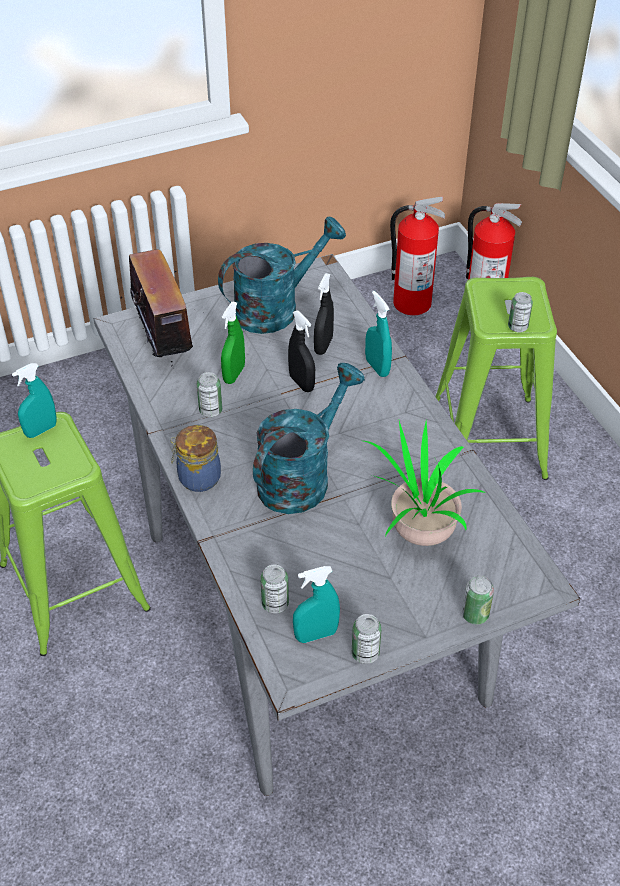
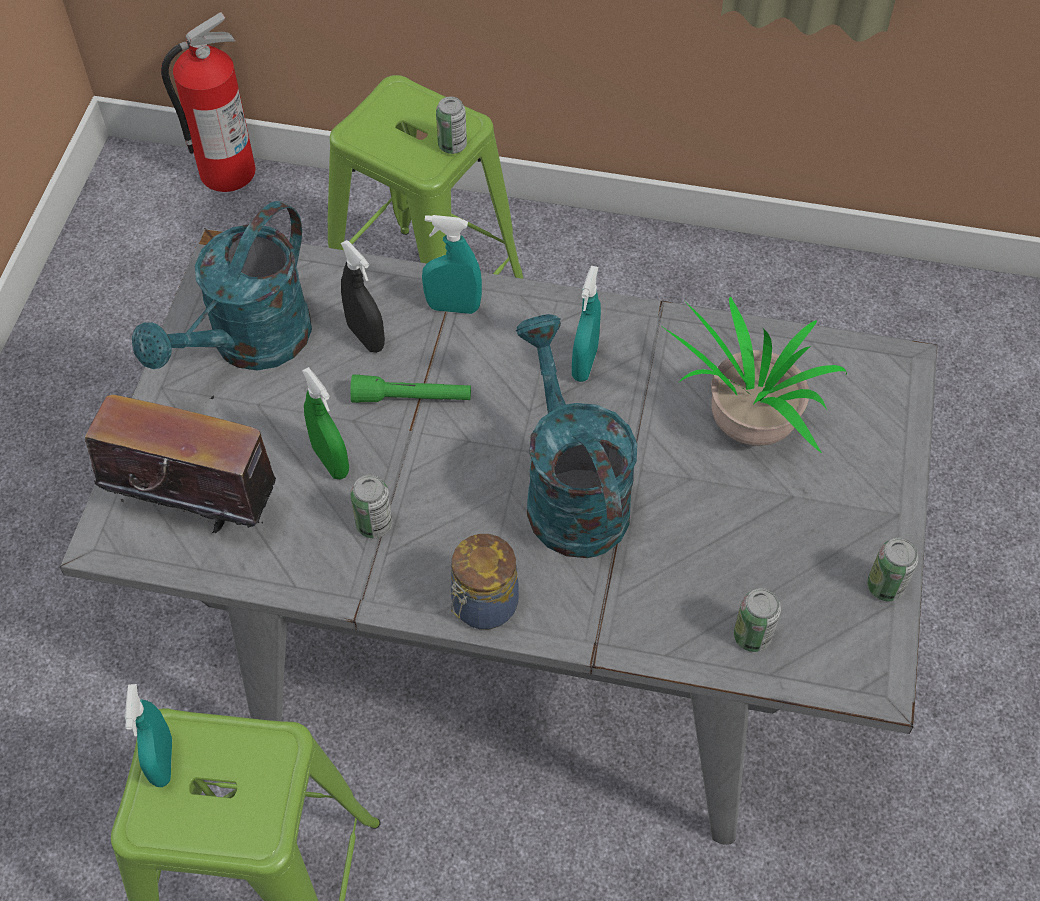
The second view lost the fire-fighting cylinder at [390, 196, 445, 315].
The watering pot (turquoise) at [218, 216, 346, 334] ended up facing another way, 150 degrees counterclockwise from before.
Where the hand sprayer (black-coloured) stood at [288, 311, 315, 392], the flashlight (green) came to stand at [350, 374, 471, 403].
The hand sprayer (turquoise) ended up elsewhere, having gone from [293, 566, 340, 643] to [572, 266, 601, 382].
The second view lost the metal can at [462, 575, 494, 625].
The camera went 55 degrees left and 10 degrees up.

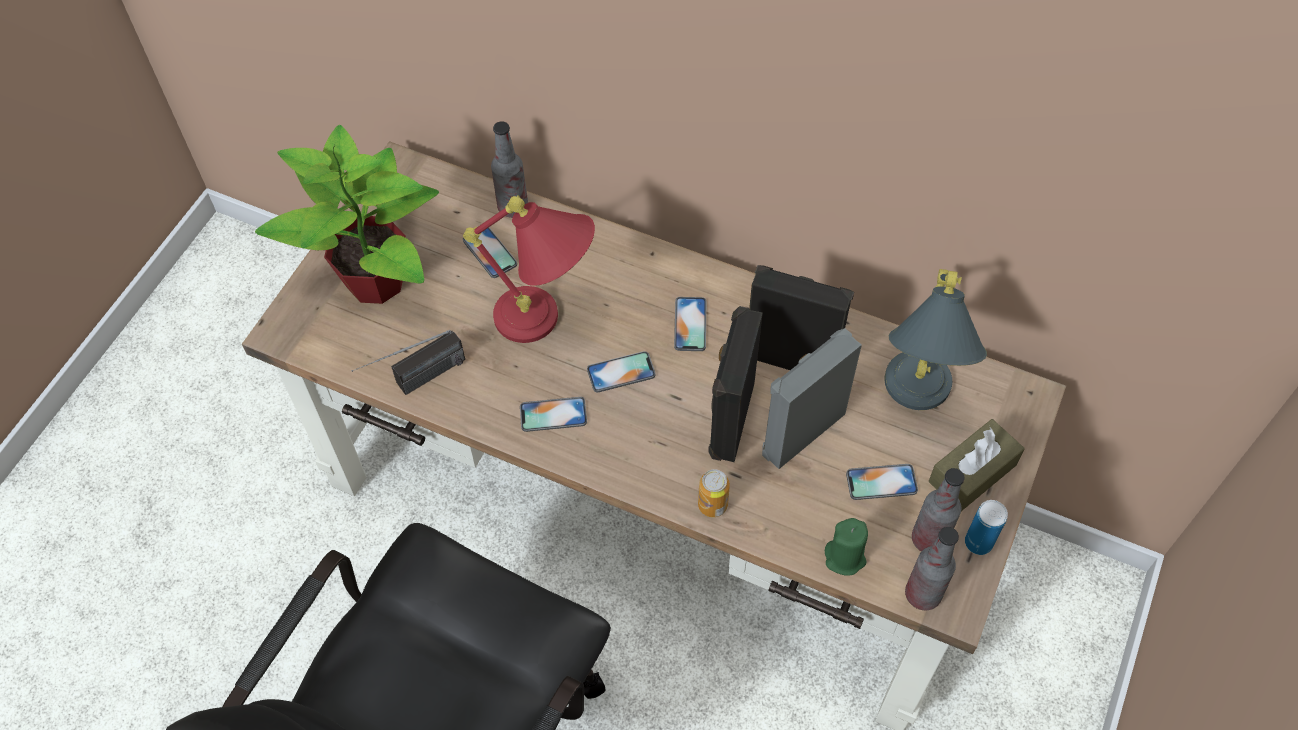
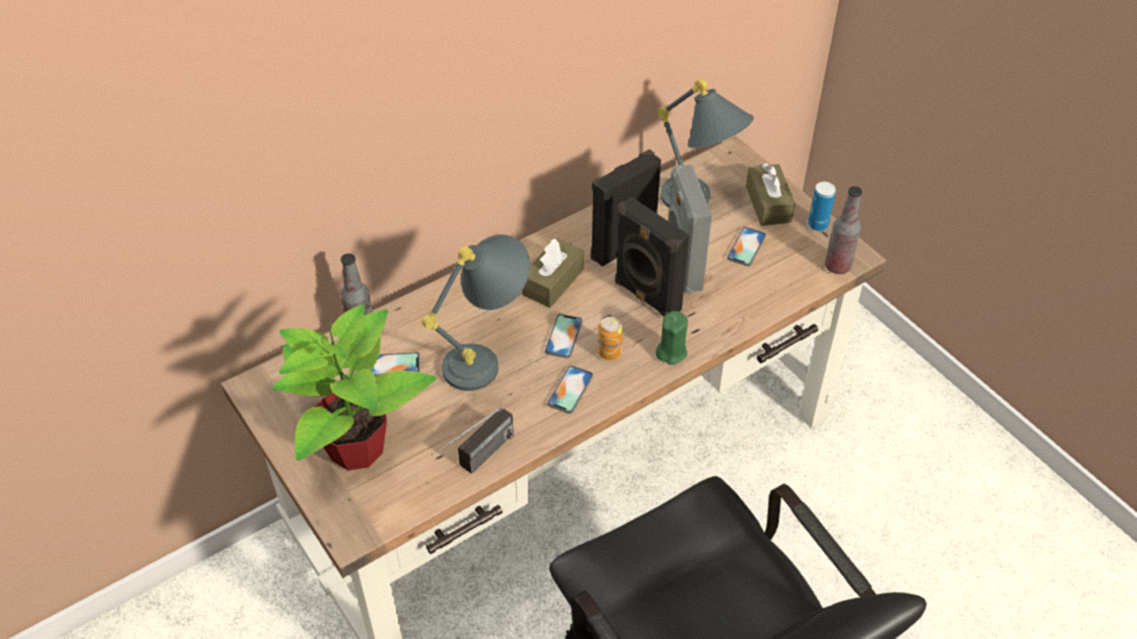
What was the lamp for a table (red) at [463, 195, 595, 343] turned into the lamp for a table (grey) at [422, 234, 530, 391].
Where the handset stood at [674, 297, 706, 351], the box of tissues (brown-coloured) came to stand at [522, 238, 584, 308].
The radio at [351, 330, 465, 395] ended up facing another way, 45 degrees clockwise from before.
The second view lost the beverage bottle at [912, 468, 965, 551].
The metal can ended up elsewhere, having gone from [698, 469, 730, 517] to [598, 317, 623, 360].
The candle (green) ended up elsewhere, having gone from [825, 518, 868, 576] to [655, 311, 688, 365].
The camera went 60 degrees left and 10 degrees down.

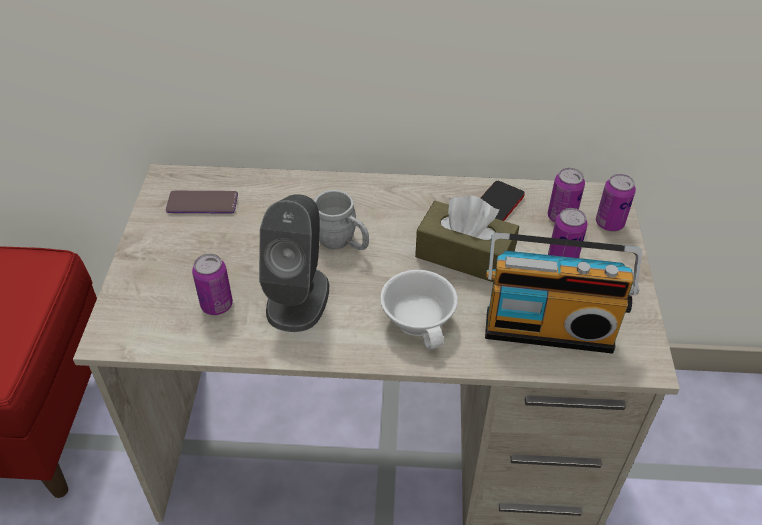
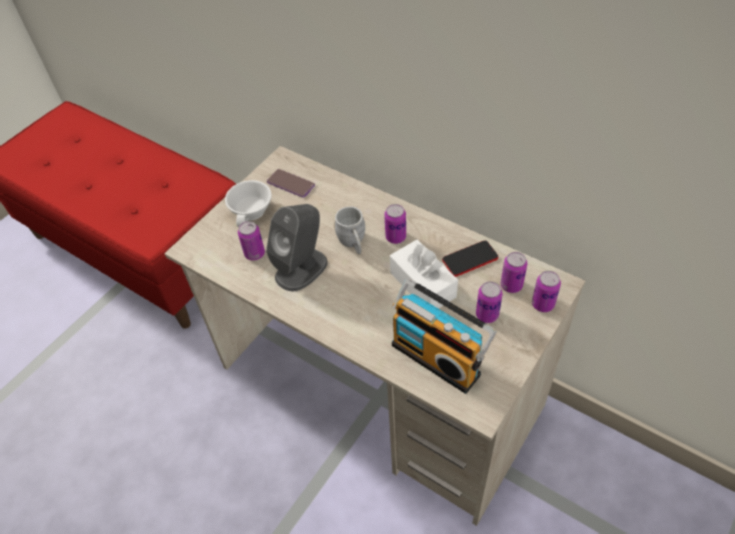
What was the box of tissues (brown-coloured) at [415, 195, 519, 282] turned into the box of tissues (white-coloured) at [390, 240, 458, 309].
The drinking cup (white-coloured) ended up elsewhere, having gone from [380, 270, 458, 350] to [225, 180, 272, 227].
The second view gained the metal can at [384, 204, 406, 244].
The camera went 35 degrees right and 5 degrees up.

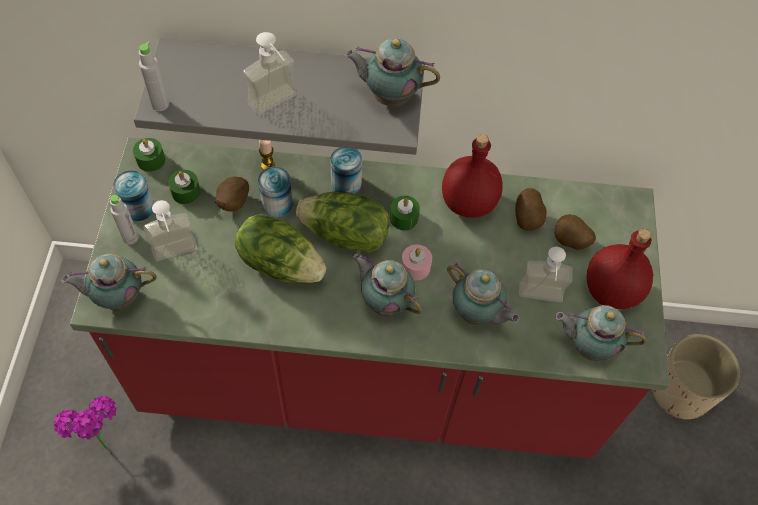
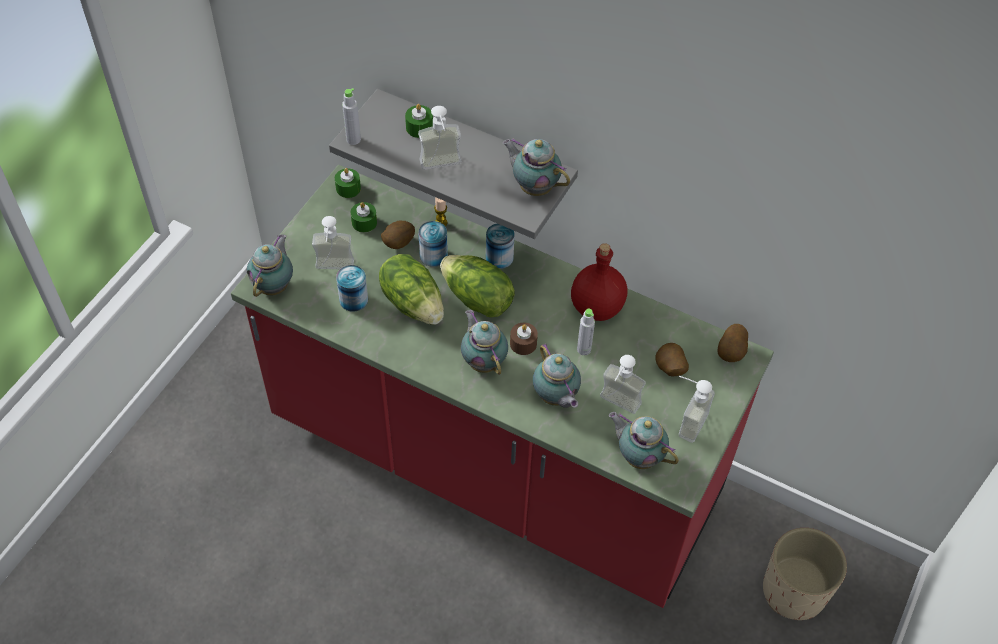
The metal can ended up elsewhere, having gone from [113, 170, 154, 221] to [336, 265, 368, 312].
The spud ended up elsewhere, having gone from [515, 188, 547, 231] to [717, 324, 748, 362].
The beverage bottle (grey) ended up elsewhere, having gone from [110, 195, 139, 245] to [577, 309, 595, 355].
The candle (green) ended up elsewhere, having gone from [390, 196, 420, 230] to [405, 104, 433, 138].
Where the beverage bottle (red) stood at [587, 228, 653, 309], the liquid soap bottle came to stand at [679, 376, 715, 443].
What was the candle (pinkish) at [401, 245, 432, 281] turned into the candle (brown-coloured) at [510, 323, 538, 355].
The teapot at [61, 254, 157, 310] ended up facing another way, 90 degrees clockwise from before.
The second view lost the houseplant at [54, 396, 117, 450].
The camera went 25 degrees right and 5 degrees down.

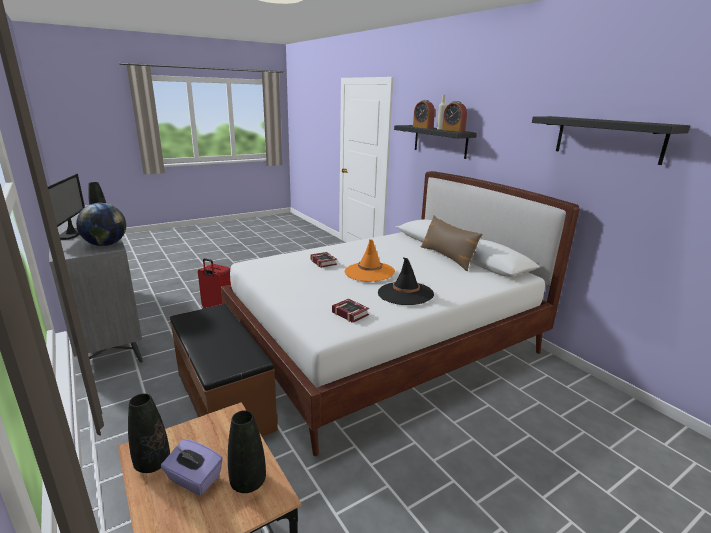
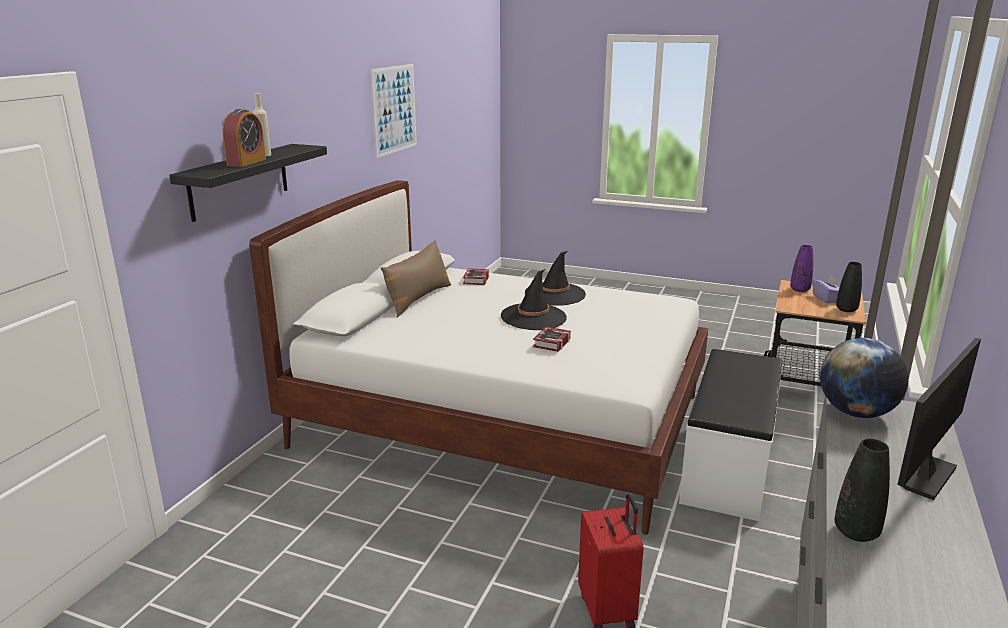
The second view lost the table clock at [442, 101, 467, 132].
Where the shelf (black-coloured) hung at [532, 116, 690, 165], the wall picture came to hang at [370, 64, 417, 158].
What was the clothing hat (orange) at [344, 239, 395, 282] turned into the clothing hat (black-coloured) at [501, 269, 567, 330].
The volume ended up elsewhere, having gone from [332, 299, 369, 323] to [463, 268, 489, 285].
What was the indoor bench (brown-coloured) at [170, 304, 278, 437] turned into the indoor bench (white-coloured) at [679, 349, 782, 521].
What was the decorative vase (black-coloured) at [228, 410, 266, 493] turned into the decorative vase (purple-coloured) at [790, 245, 813, 292].
The camera went 125 degrees left and 0 degrees up.

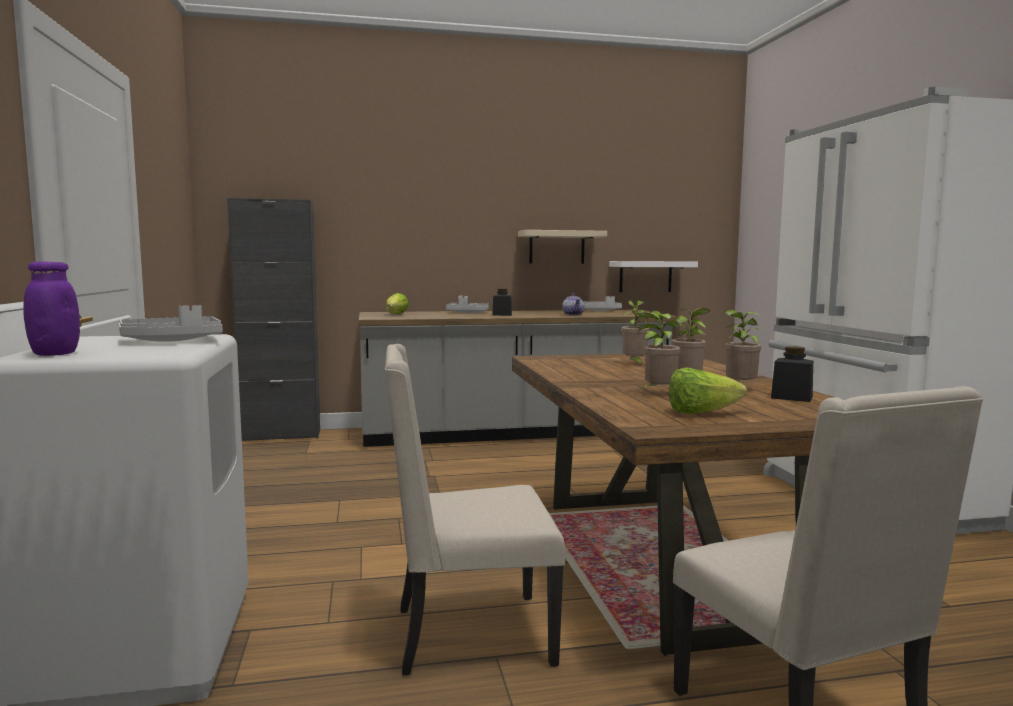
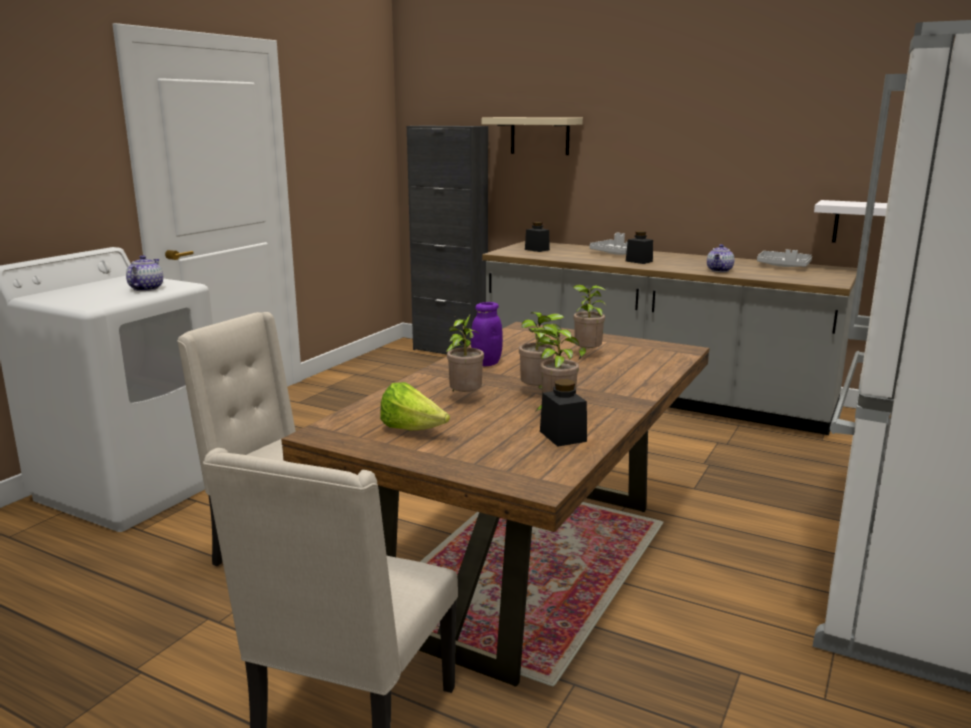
The shelf (beige-coloured) ended up elsewhere, having gone from [518, 230, 607, 264] to [482, 117, 583, 155].
The jar (purple-coloured) ended up elsewhere, having gone from [23, 261, 80, 356] to [471, 302, 503, 366].
Where the lettuce head stood at [386, 293, 409, 315], the jar (black-coloured) came to stand at [525, 222, 550, 252].
Where the serving tray (grey) stood at [119, 305, 223, 342], the teapot came to stand at [126, 255, 163, 291].
The camera went 40 degrees right and 10 degrees up.

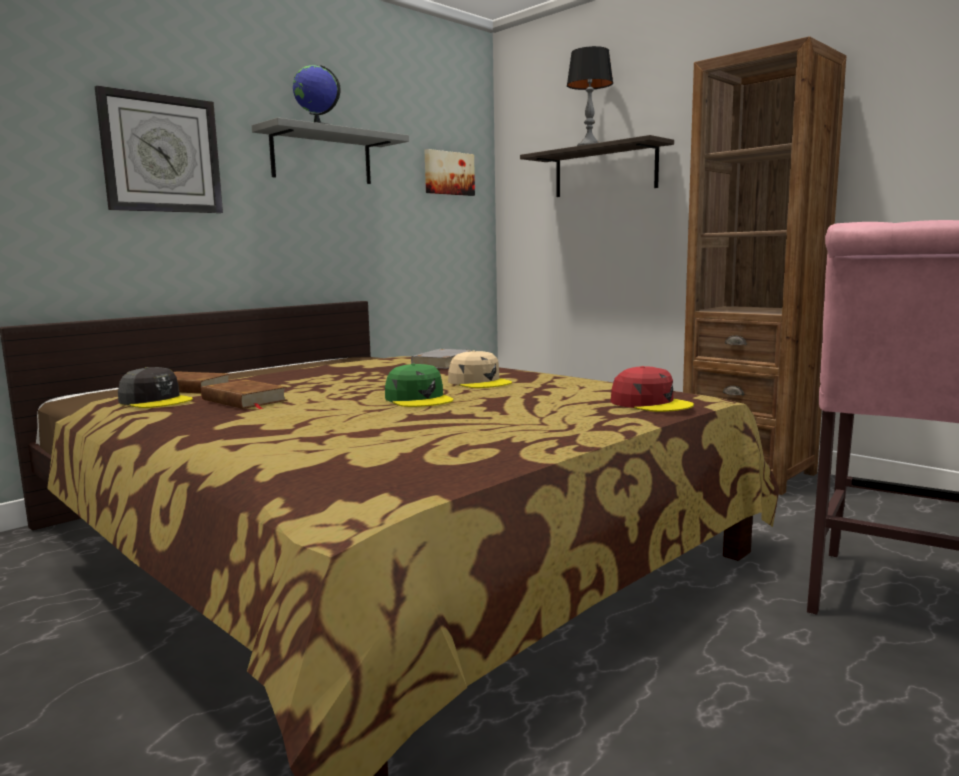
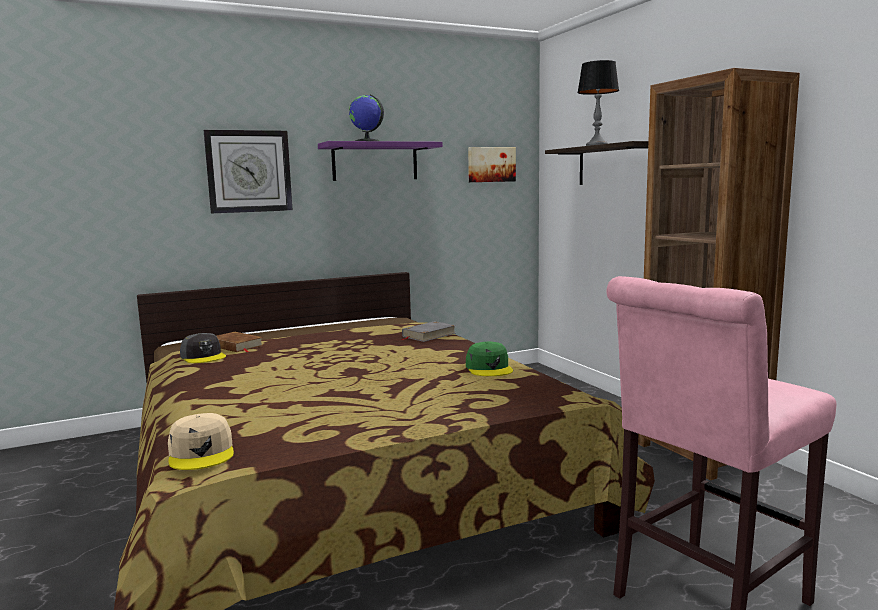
What was the shelf (grey) at [252, 117, 409, 184] turned into the shelf (purple-coloured) at [318, 141, 443, 181].
The baseball cap (beige-coloured) ended up elsewhere, having gone from [448, 351, 512, 388] to [168, 413, 234, 470].
The baseball cap (green) ended up elsewhere, having gone from [385, 364, 453, 407] to [466, 342, 513, 376].
The second view lost the baseball cap (red) at [611, 366, 694, 412].
The second view lost the volume (brown-coloured) at [201, 380, 288, 409].
The camera went 20 degrees right and 0 degrees up.

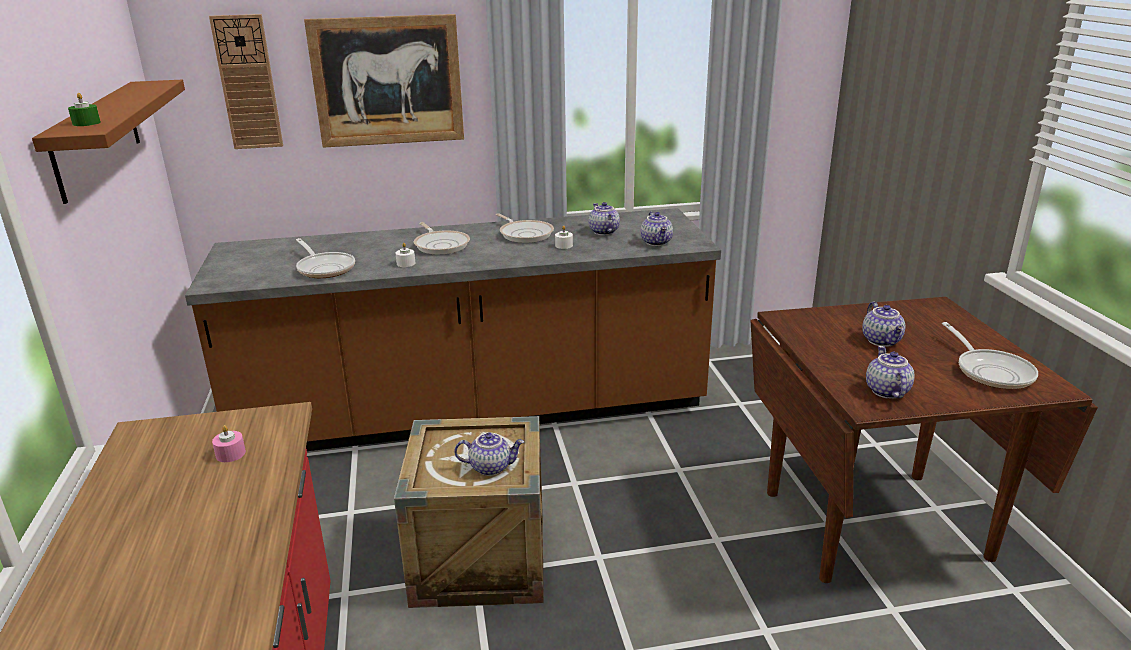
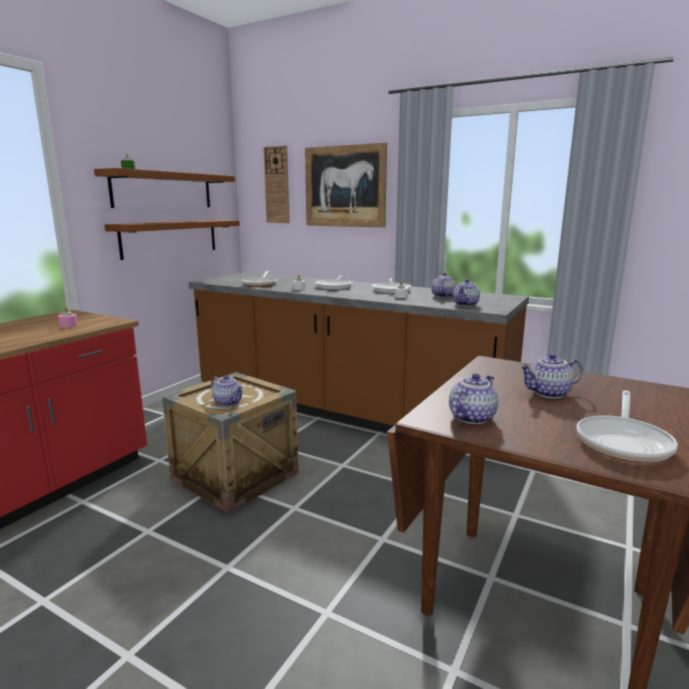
The teapot at [862, 302, 905, 347] ended up facing another way, 45 degrees clockwise from before.
The second view gained the shelf (brown-coloured) at [105, 220, 240, 260].
The camera went 40 degrees right and 10 degrees down.

